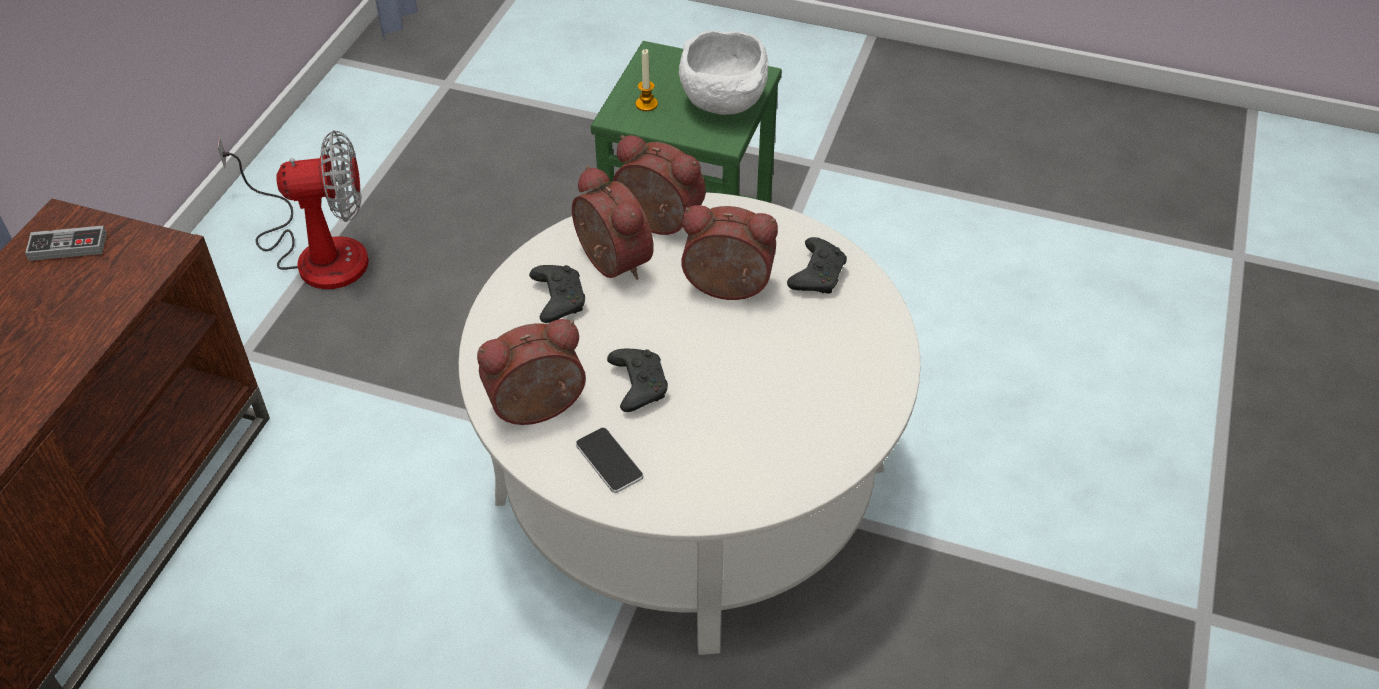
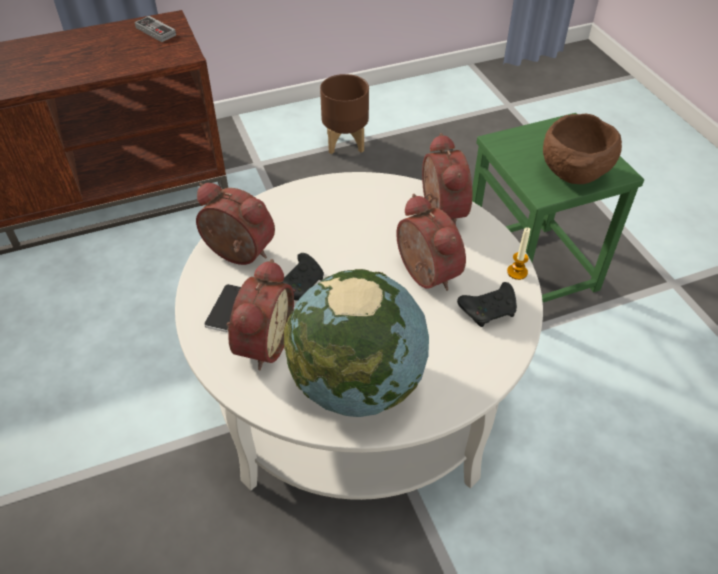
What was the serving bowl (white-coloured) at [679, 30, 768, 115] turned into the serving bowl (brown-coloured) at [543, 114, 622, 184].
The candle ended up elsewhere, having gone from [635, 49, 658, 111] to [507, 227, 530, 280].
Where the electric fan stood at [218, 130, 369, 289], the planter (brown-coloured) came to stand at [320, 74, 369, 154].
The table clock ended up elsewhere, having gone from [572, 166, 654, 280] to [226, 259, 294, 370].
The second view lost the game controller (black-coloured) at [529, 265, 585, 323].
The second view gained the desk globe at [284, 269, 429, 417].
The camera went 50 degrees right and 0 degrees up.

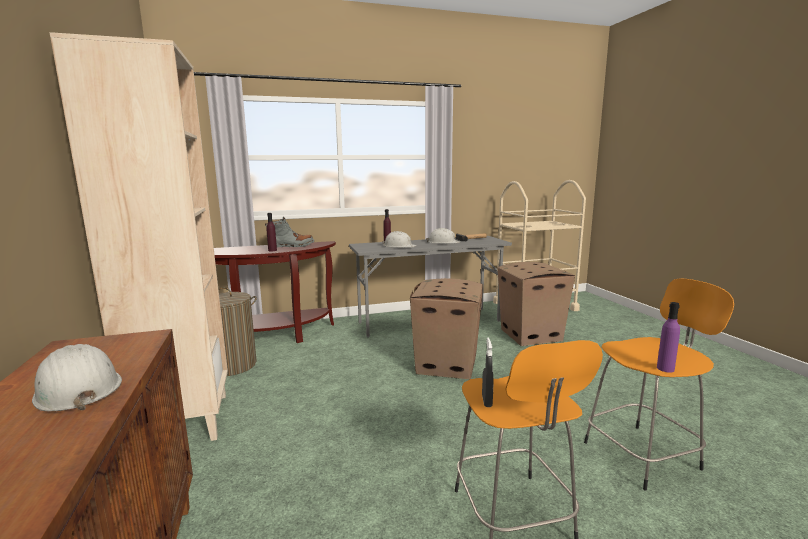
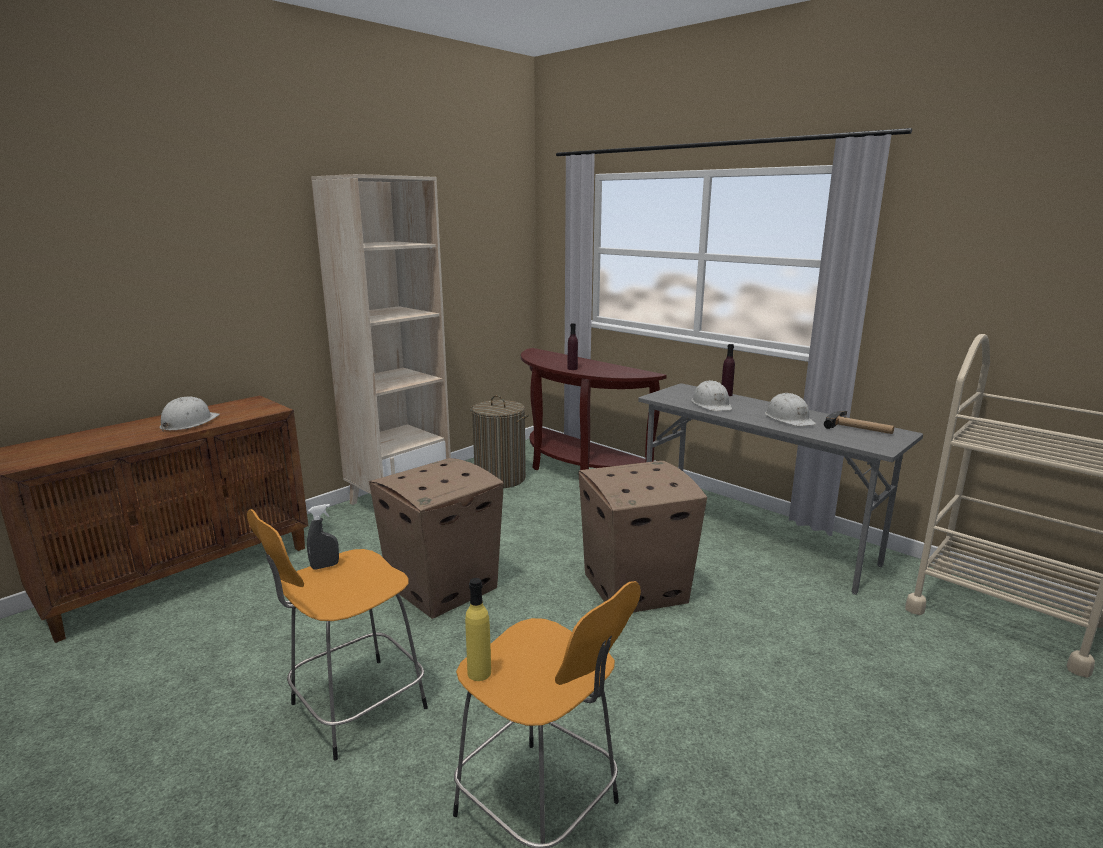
The second view lost the boot (grey) at [265, 216, 314, 248].
The carton ended up elsewhere, having gone from [498, 262, 575, 346] to [369, 458, 504, 619].
What was the beverage bottle (purple-coloured) at [657, 302, 680, 373] turned into the beverage bottle (yellowish) at [465, 578, 491, 681].
The camera went 60 degrees right and 5 degrees up.

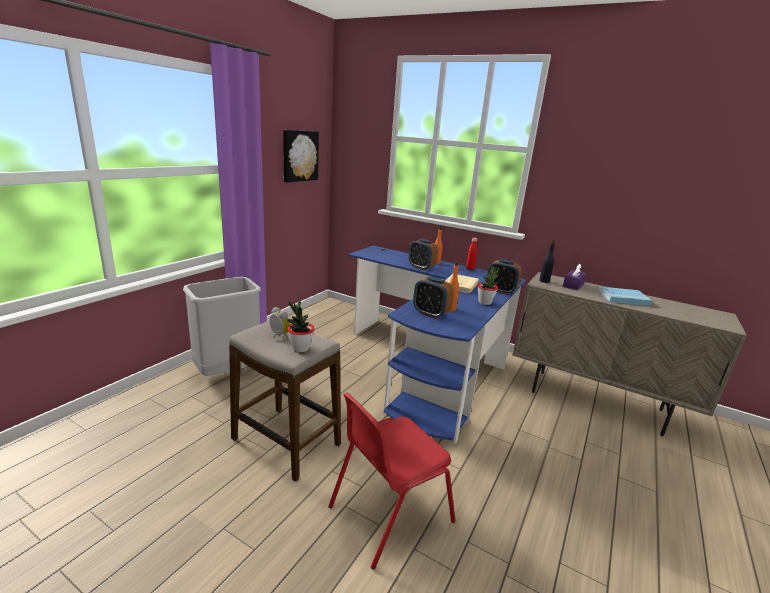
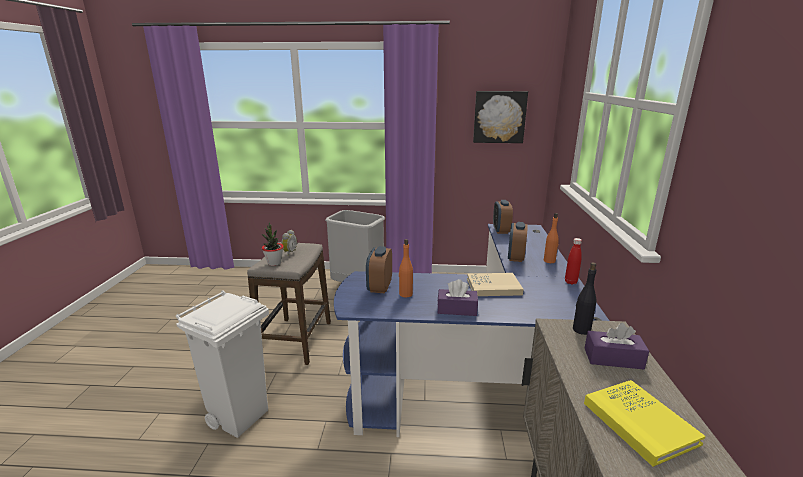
The table clock ended up elsewhere, having gone from [487, 259, 522, 295] to [493, 200, 513, 234].
Where the houseplant stood at [477, 266, 499, 305], the box of tissues (purple-coloured) came to stand at [437, 279, 478, 316].
What was the volume (blue-coloured) at [598, 287, 652, 306] turned into the volume (yellowish) at [584, 380, 706, 467].
Where the upright chair (red) stood at [328, 392, 456, 570], the trash can (white-coloured) came to stand at [176, 290, 269, 438].
The camera went 65 degrees right and 0 degrees up.

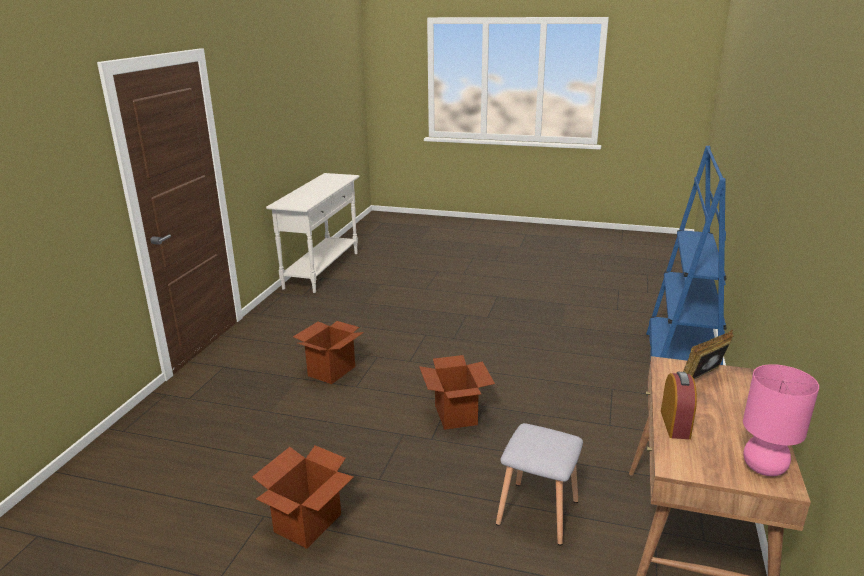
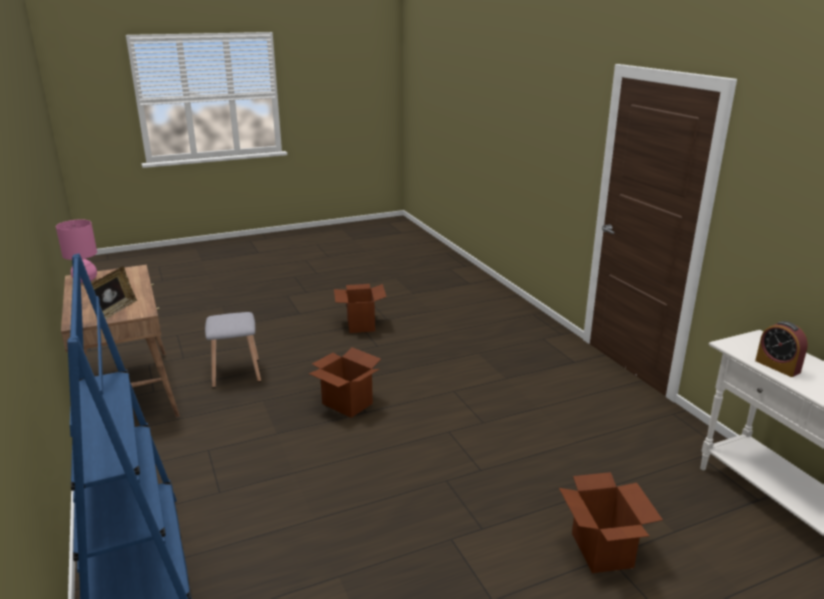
The carton ended up elsewhere, having gone from [293, 321, 364, 384] to [559, 472, 663, 573].
The table clock ended up elsewhere, having gone from [661, 372, 697, 439] to [755, 321, 808, 377].
The camera went 140 degrees right and 0 degrees up.

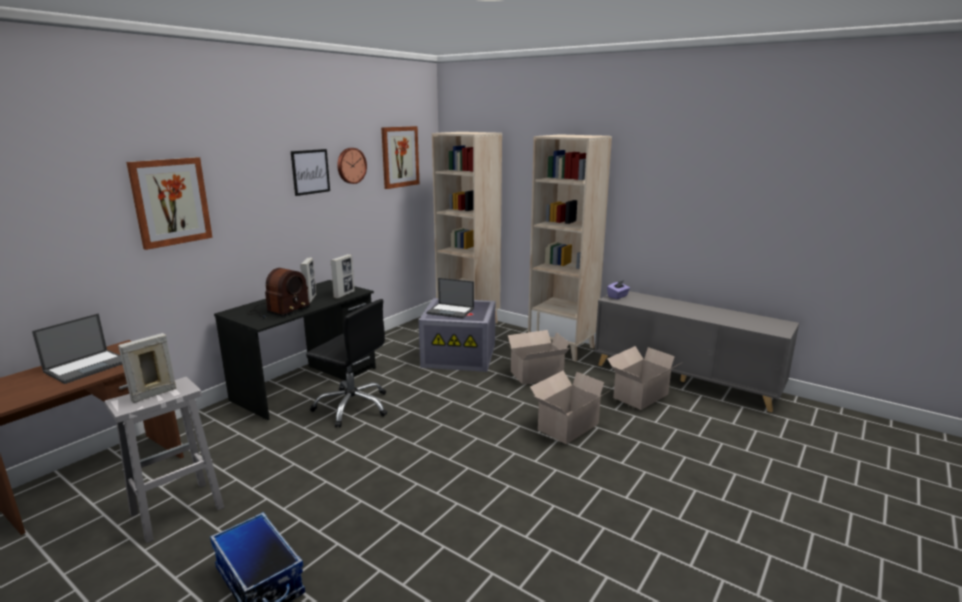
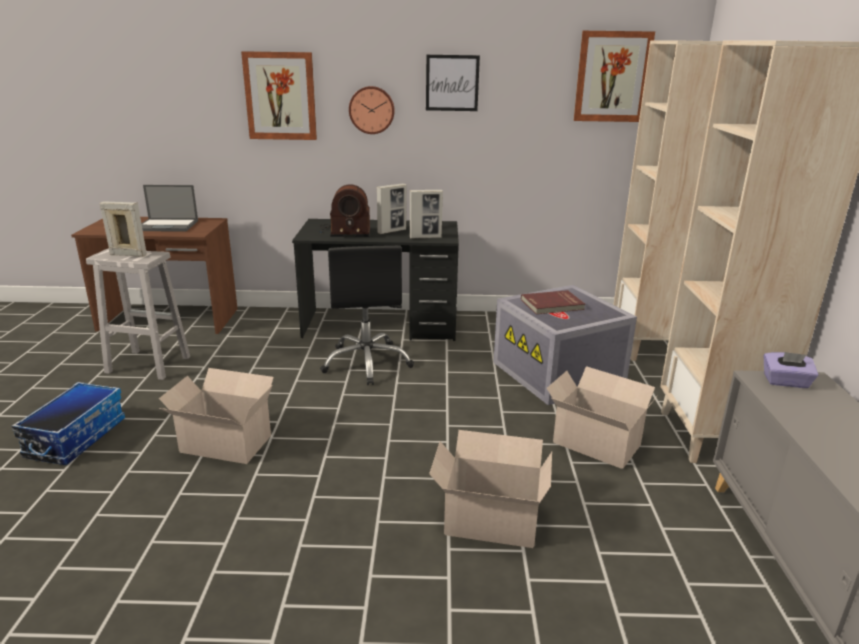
The wall clock ended up elsewhere, having gone from [337, 148, 367, 184] to [349, 86, 395, 134].
Where the laptop stood at [427, 278, 474, 319], the volume (red) came to stand at [521, 290, 585, 314].
The carton ended up elsewhere, having gone from [607, 346, 683, 410] to [159, 368, 274, 464].
The camera went 55 degrees right and 5 degrees up.

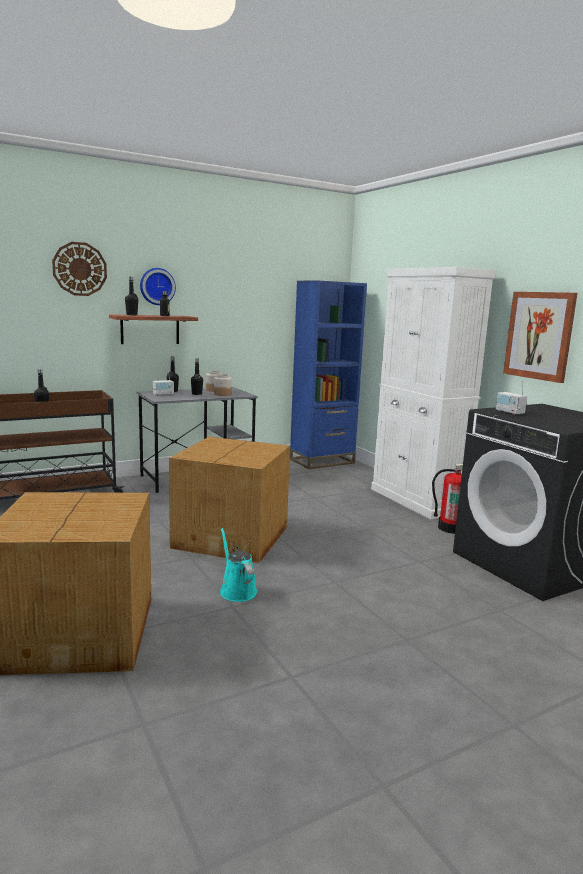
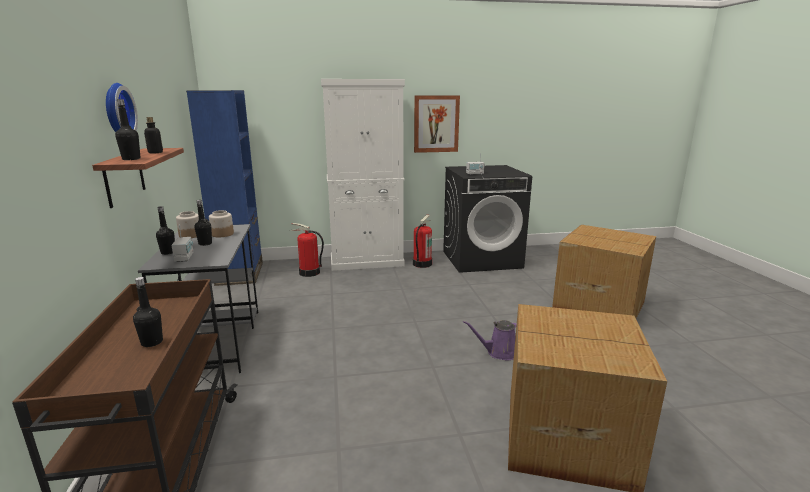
The second view lost the wall clock at [52, 242, 107, 296].
The carton ended up elsewhere, having gone from [169, 437, 290, 563] to [552, 225, 656, 318].
What was the watering pot (turquoise) at [220, 528, 257, 602] turned into the watering pot (purple-coloured) at [463, 320, 517, 360].
The second view gained the fire-fighting cylinder at [290, 223, 324, 277].
The camera went 70 degrees left and 5 degrees up.

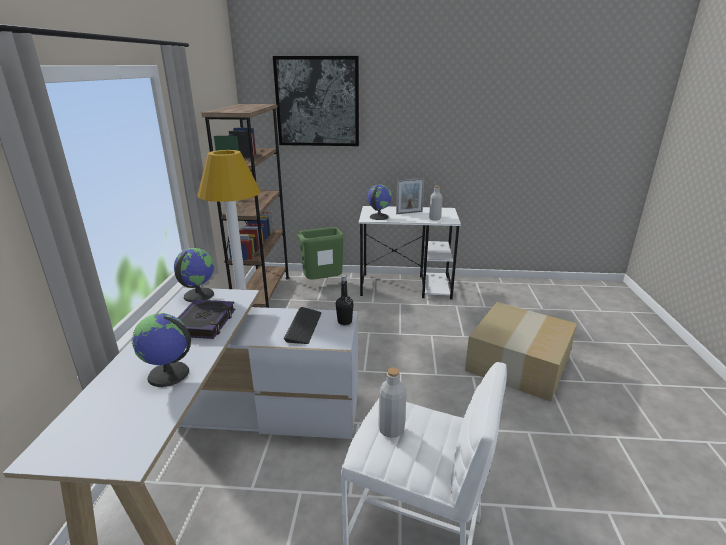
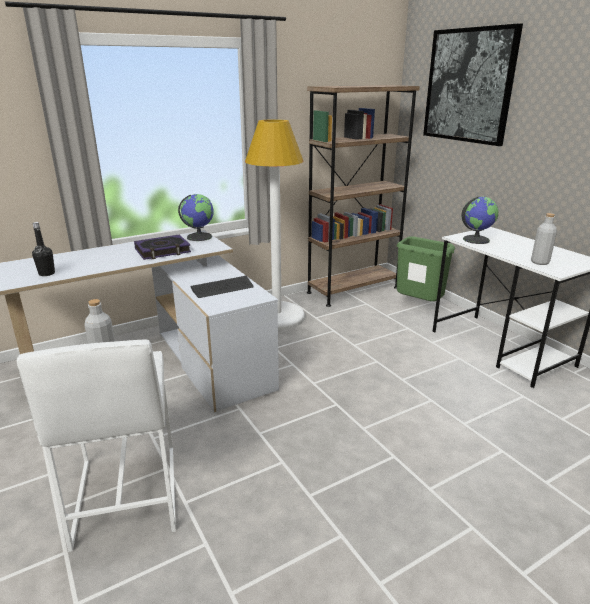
The second view lost the standing frame at [396, 178, 424, 214].
The beverage bottle (black-coloured) ended up elsewhere, having gone from [336, 275, 353, 325] to [32, 222, 55, 276].
The second view lost the carton at [465, 302, 577, 402].
The second view lost the desk globe at [132, 313, 191, 387].
The camera went 55 degrees right and 0 degrees up.

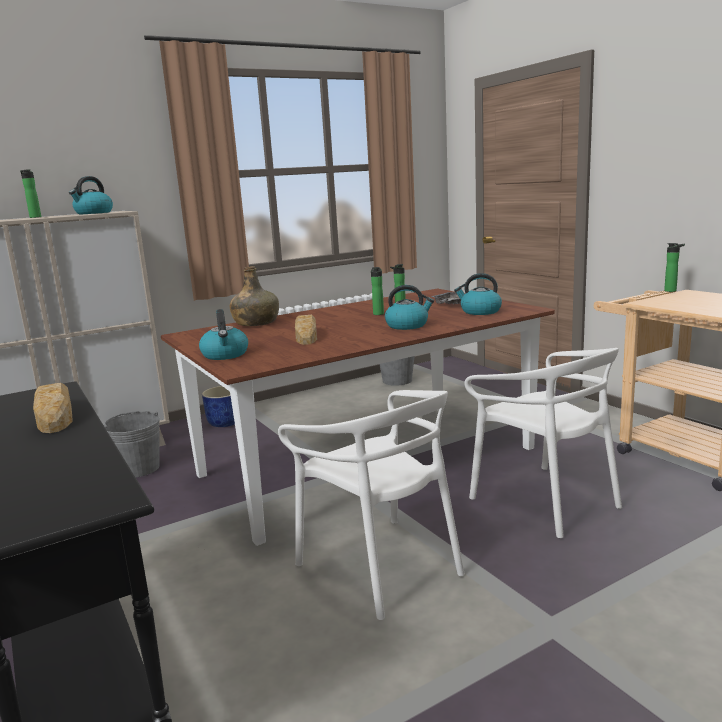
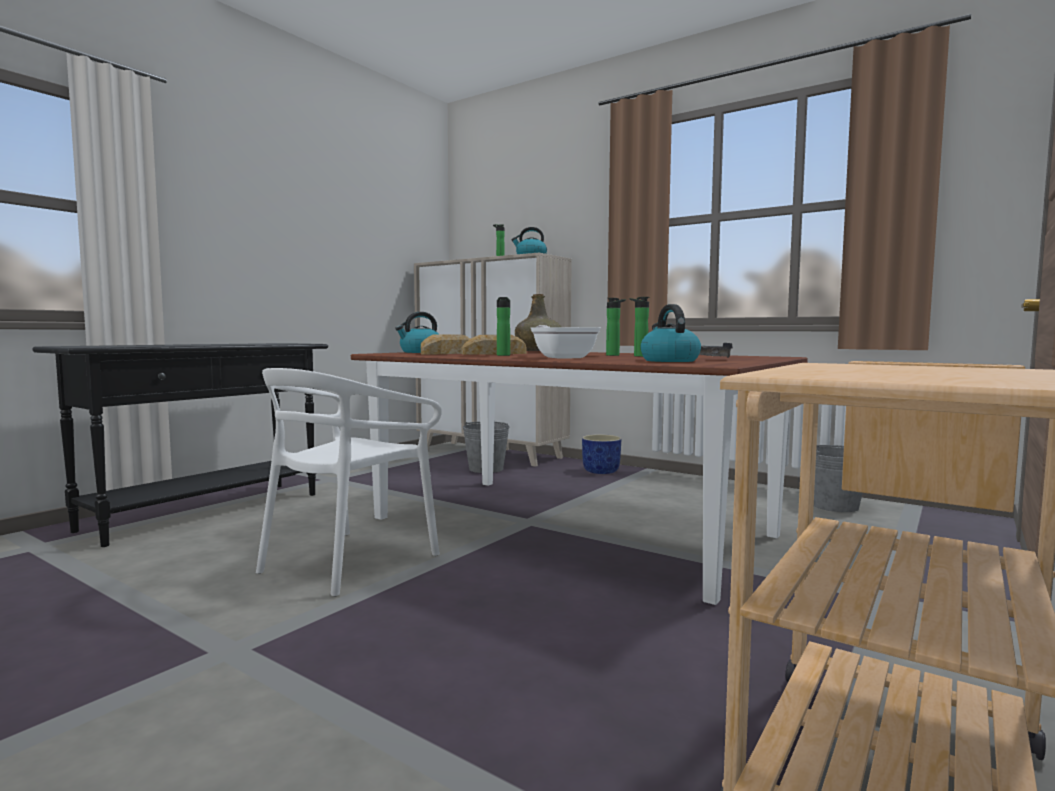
The beverage bottle ended up elsewhere, having gone from [664, 243, 685, 292] to [497, 297, 510, 356].
Where the kettle stood at [385, 285, 434, 330], the skillet came to stand at [531, 325, 601, 359].
The second view lost the upright chair (white-coloured) at [465, 348, 622, 538].
The bread ended up elsewhere, having gone from [33, 383, 73, 433] to [421, 334, 470, 354].
The camera went 65 degrees right and 10 degrees down.

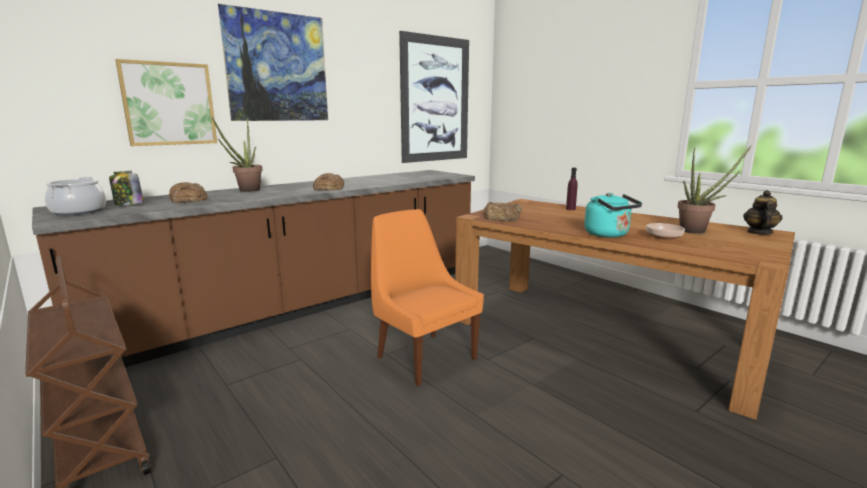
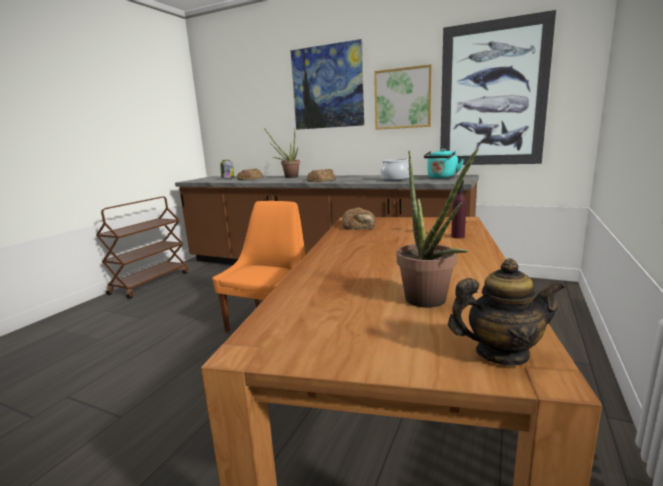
The wall picture ended up elsewhere, having gone from [115, 59, 217, 146] to [374, 64, 432, 130].
The saucepot ended up elsewhere, having gone from [45, 177, 106, 215] to [380, 158, 409, 181].
The kettle (turquoise) ended up elsewhere, having gone from [584, 193, 642, 238] to [424, 149, 464, 179].
The second view lost the serving bowl at [646, 223, 685, 240].
The camera went 65 degrees right and 0 degrees up.

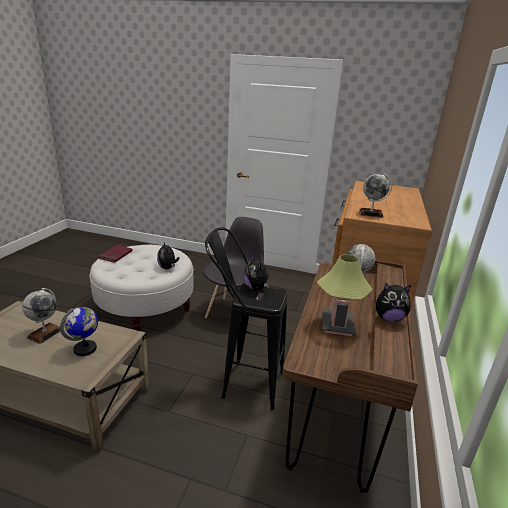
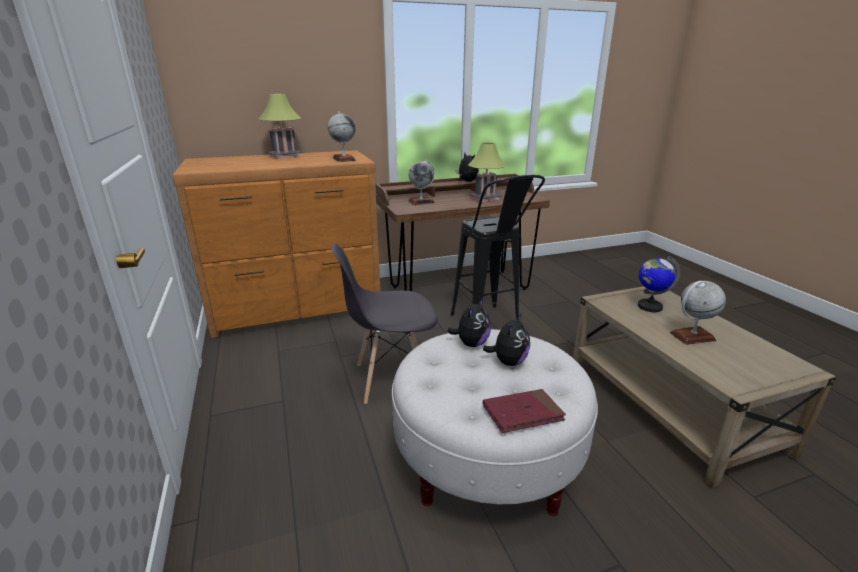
The plush toy ended up elsewhere, having gone from [244, 255, 270, 291] to [483, 314, 530, 366].
The second view gained the lamp for a table at [259, 94, 303, 159].
The camera went 125 degrees left and 0 degrees up.

